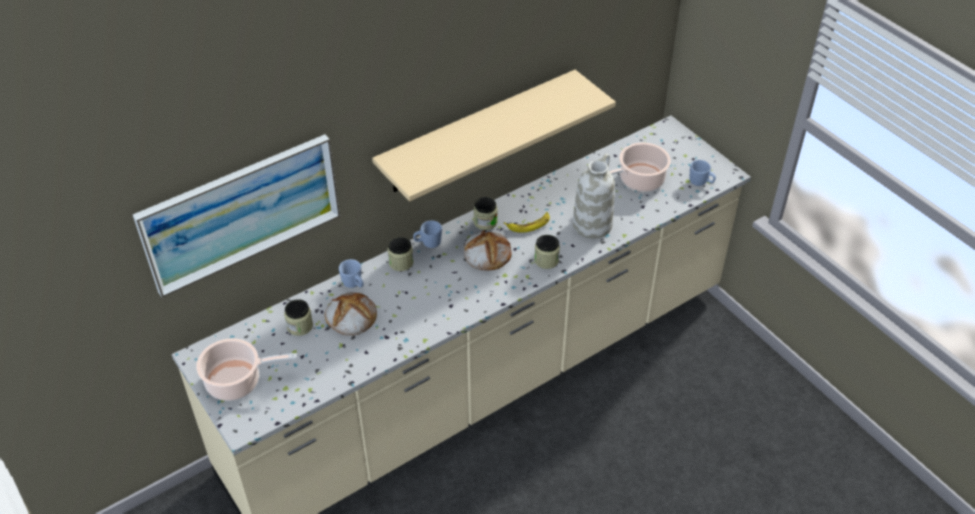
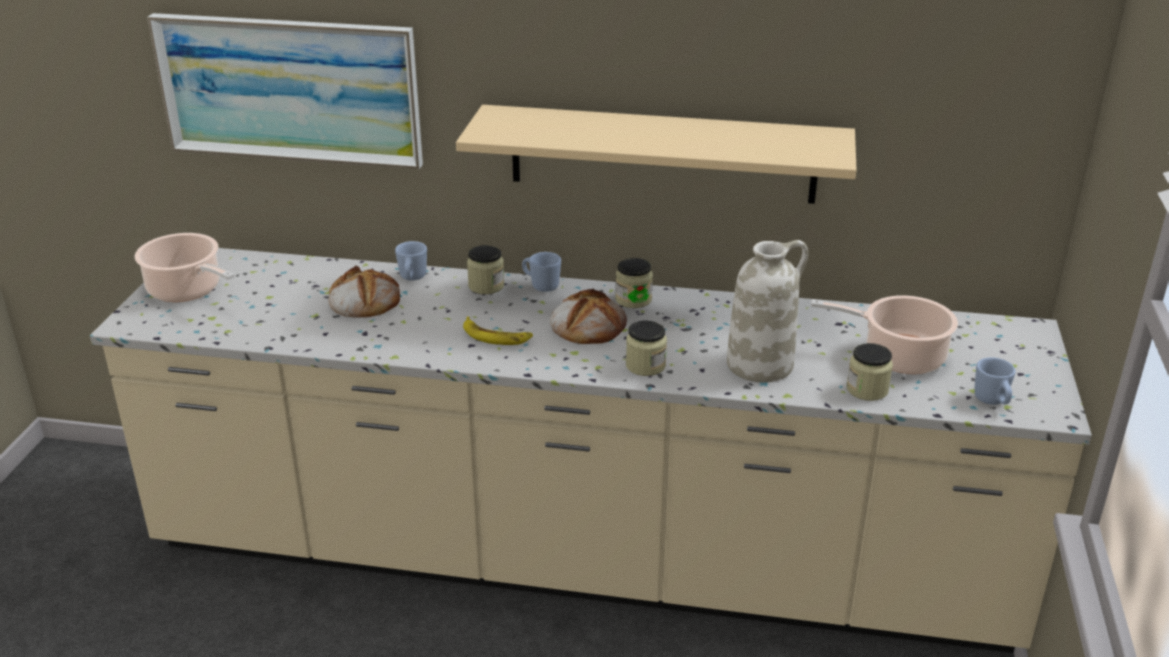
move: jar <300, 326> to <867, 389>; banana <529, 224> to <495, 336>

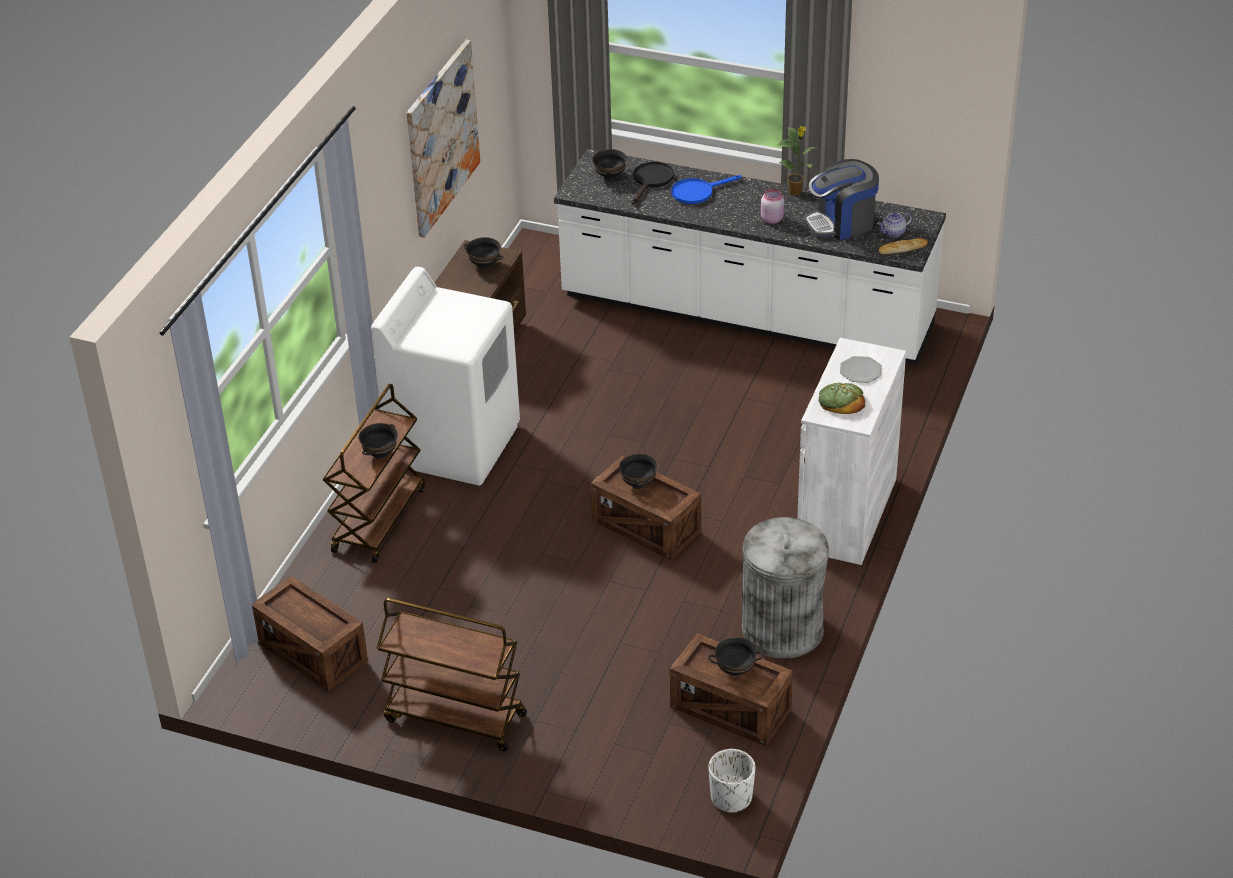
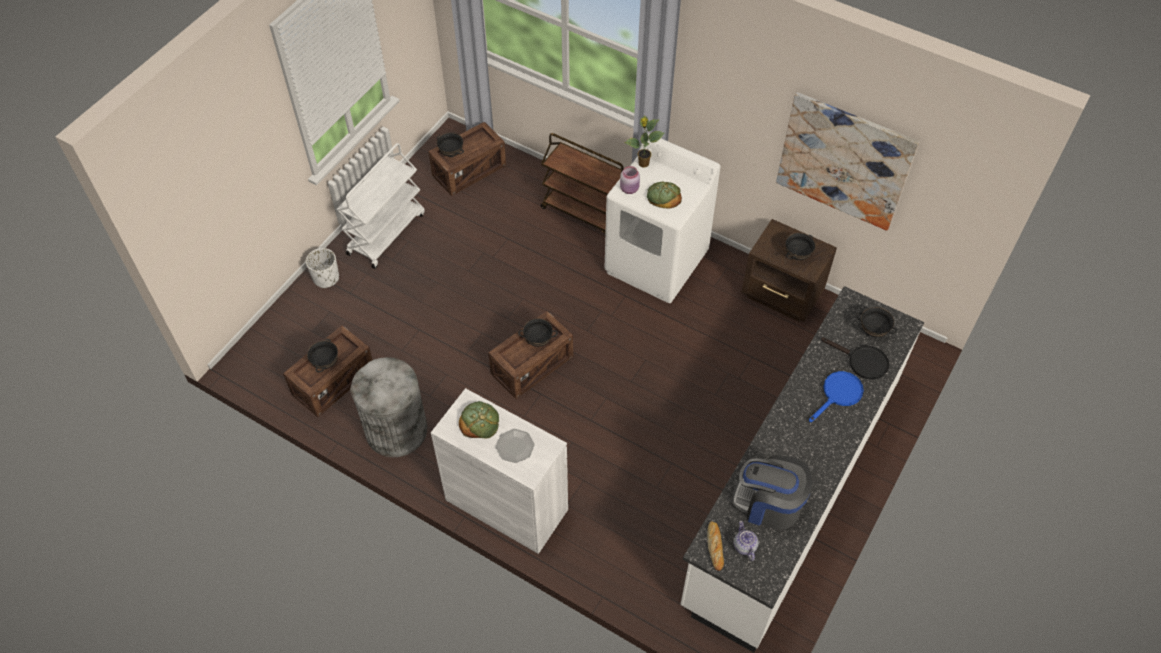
insert: bread <664, 196>
move: black bowl <380, 453> to <451, 153>; white planter <731, 797> to <326, 278>; pink jar <772, 219> to <630, 189>; potted plant <796, 192> to <643, 164>
recolor: brown cart <454, 717> to white cart <386, 233>
rotate: blue frying pan <697, 192> = <839, 394> 60 degrees clockwise; coffee machine <841, 223> = <768, 504> 60 degrees counterclockwise

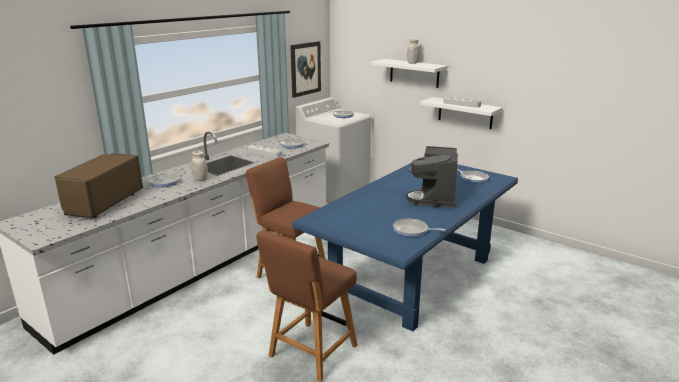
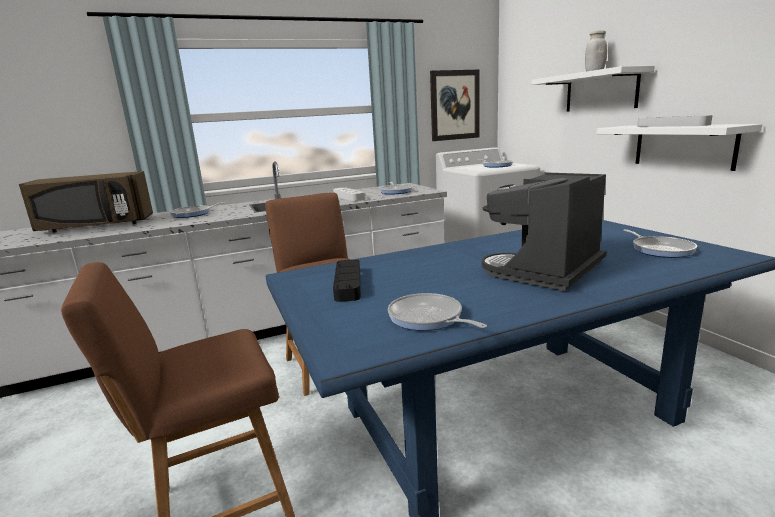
delete: white jar <200, 179>
insert: black tray <348, 284>
rotate: brown microwave <103, 203> = <96, 226> 150 degrees counterclockwise

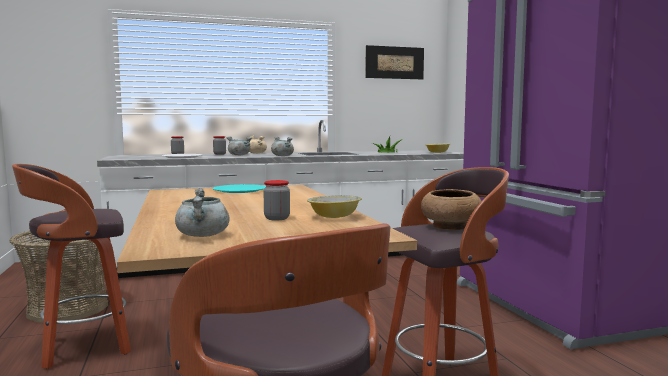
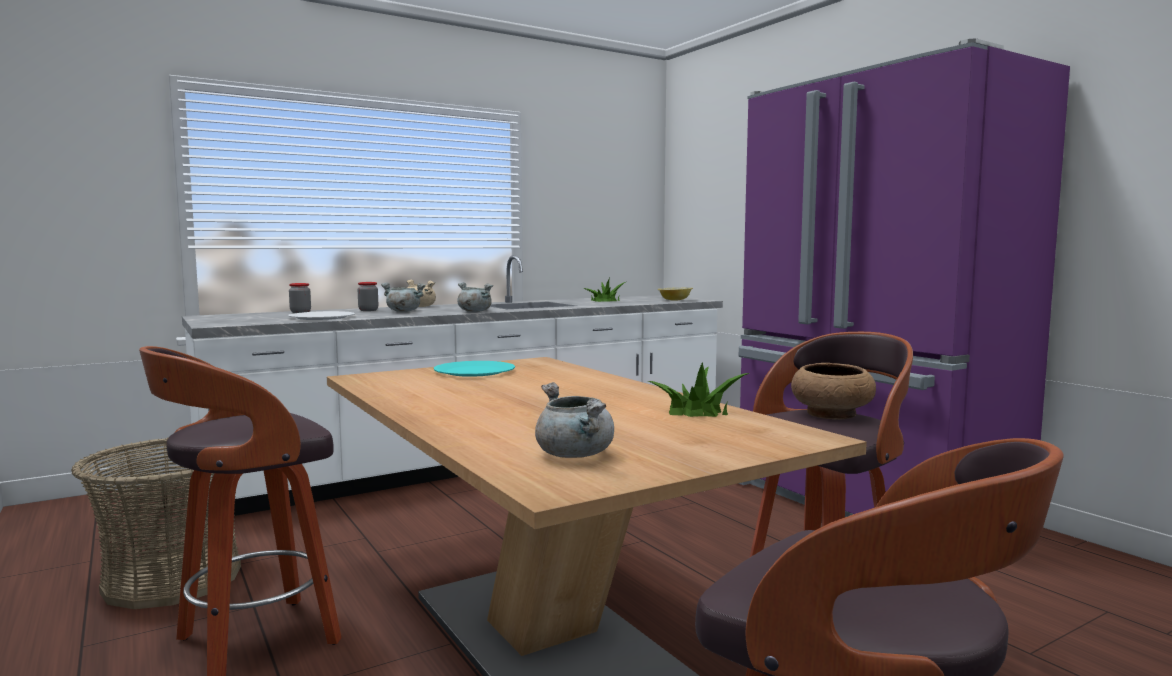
delete: jar <277, 218>; picture <394, 62>
replace: bowl <334, 217> to potted plant <696, 411>

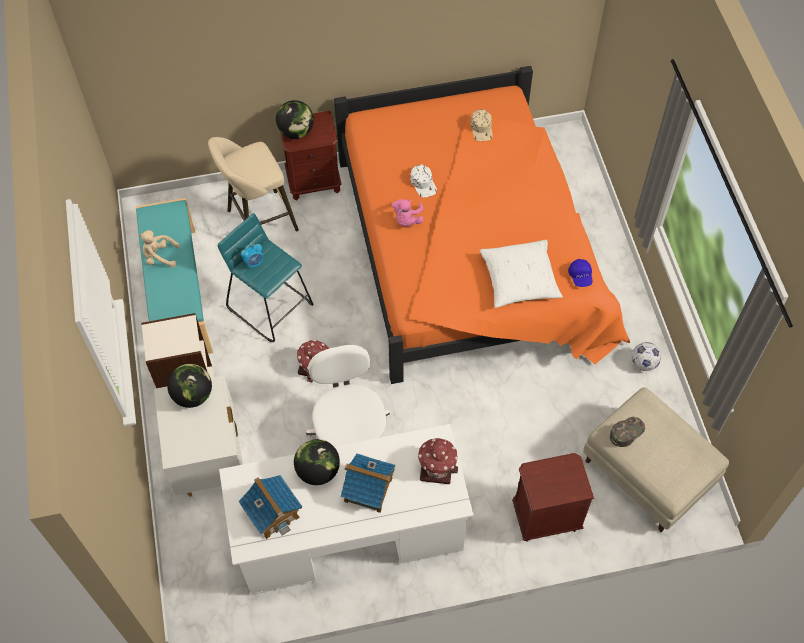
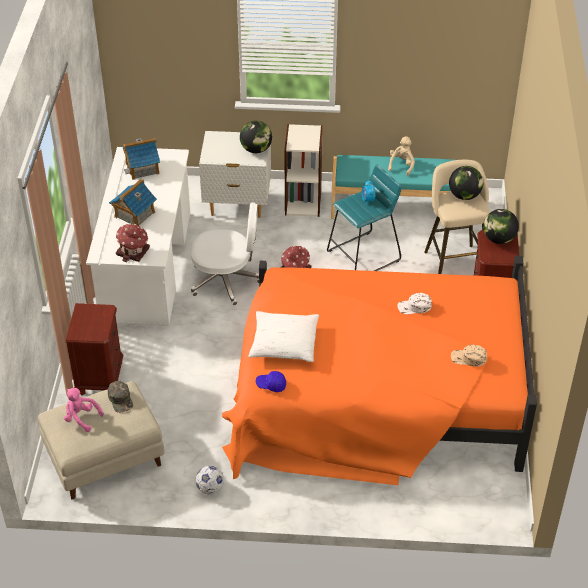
move: globe <318, 471> to <464, 196>; pink plush toy <407, 220> to <81, 418>

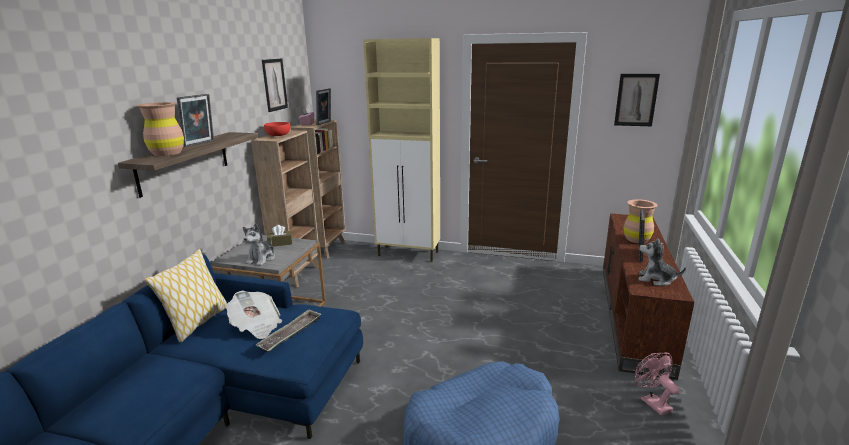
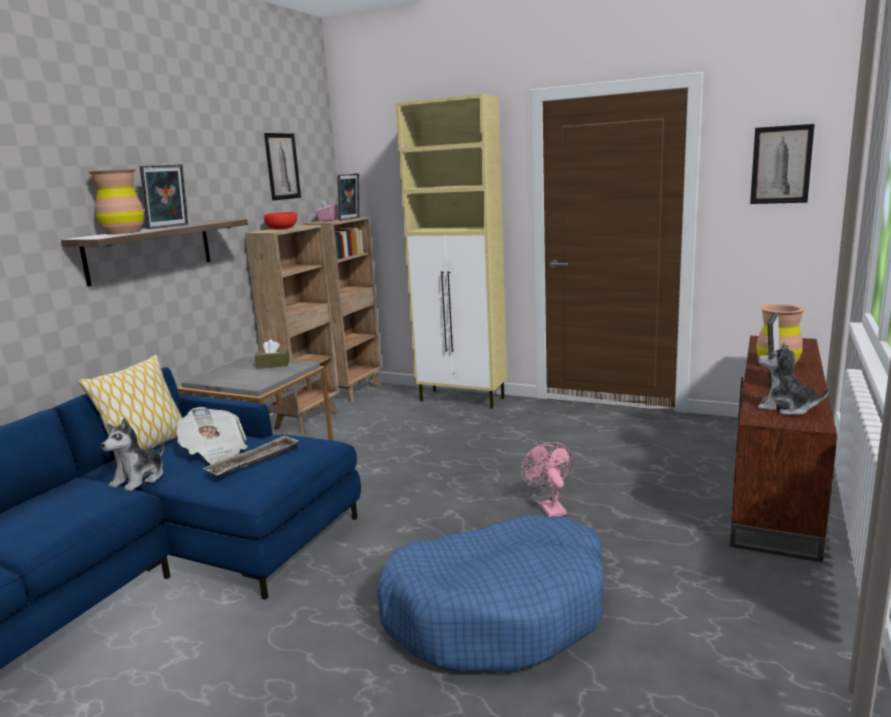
move: plush toy <261, 259> to <140, 479>; pink fan <652, 402> to <549, 507>

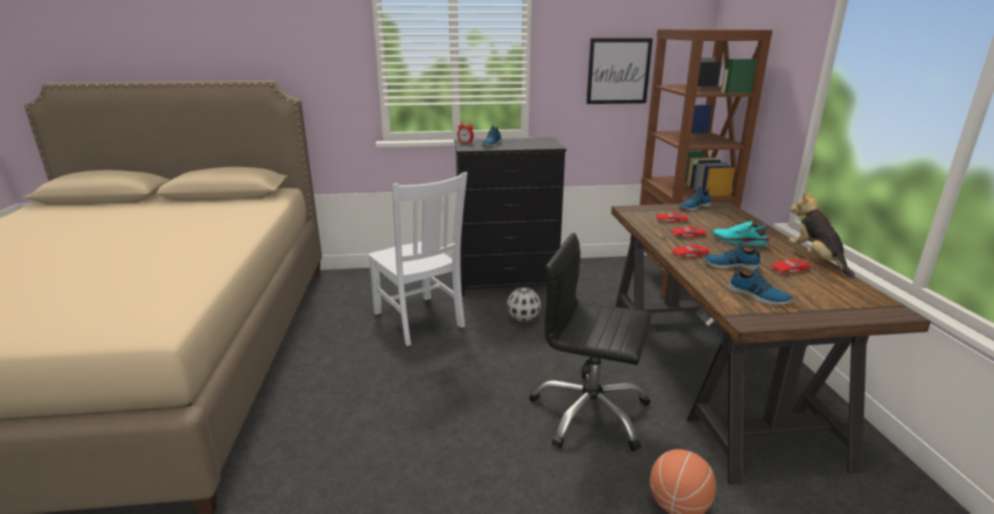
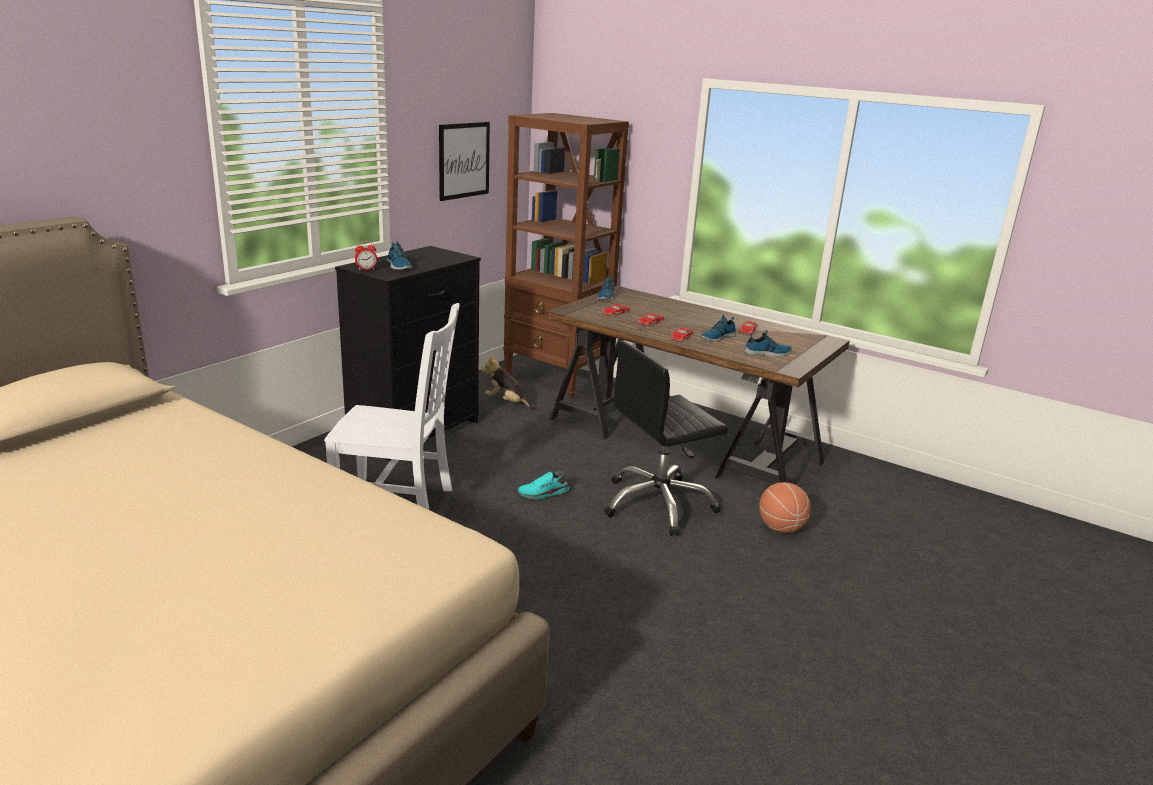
delete: football <524, 319>
move: turquoise shoe <739, 242> to <543, 494>; plush toy <816, 260> to <507, 403>

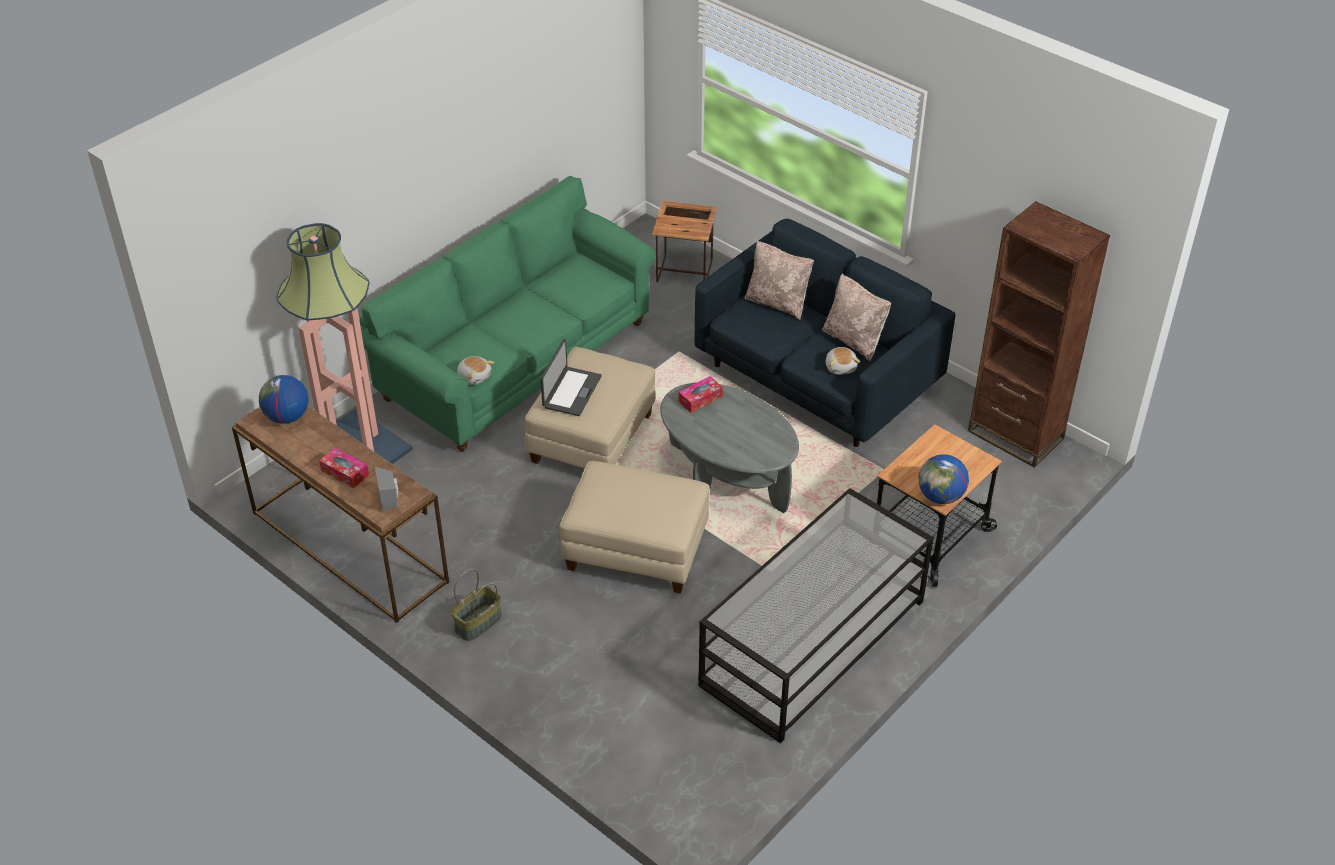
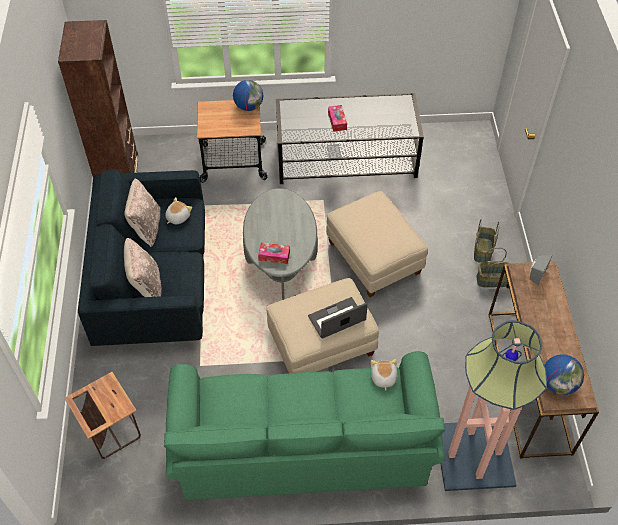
insert: basket <483, 251>
move: tissue box <345, 473> to <337, 121>

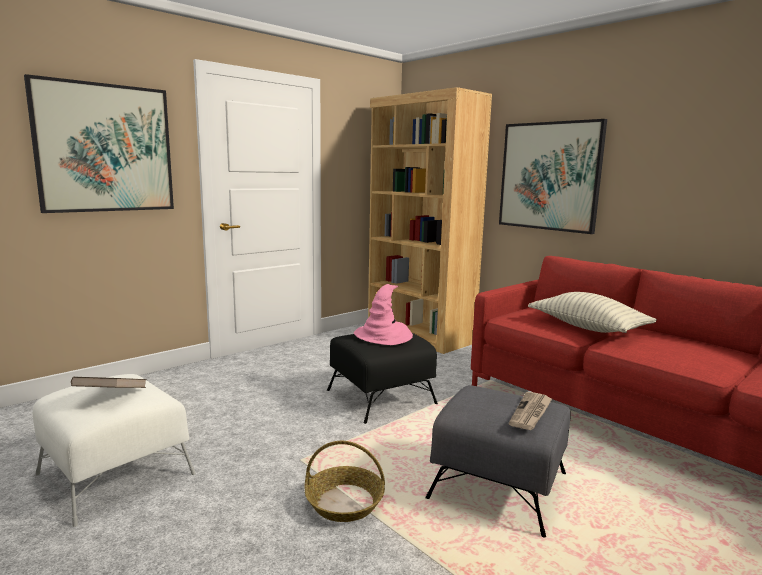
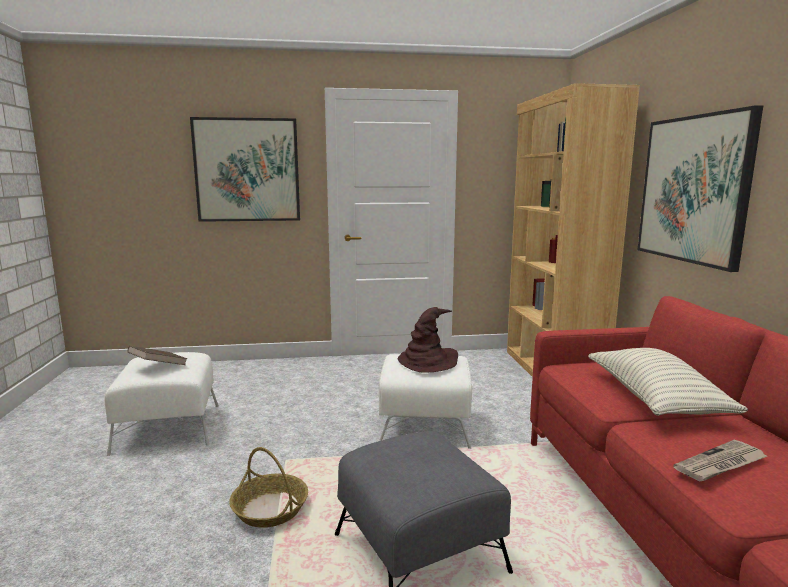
move: newspaper <531, 413> to <720, 464>
recolor: black ottoman <381, 397> to white ottoman <425, 426>; pink hat <383, 335> to brown hat <428, 361>

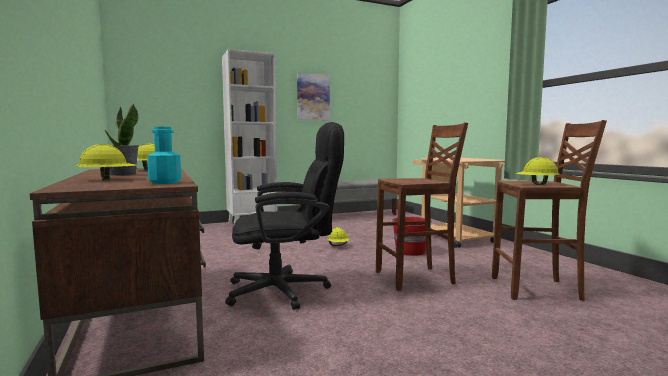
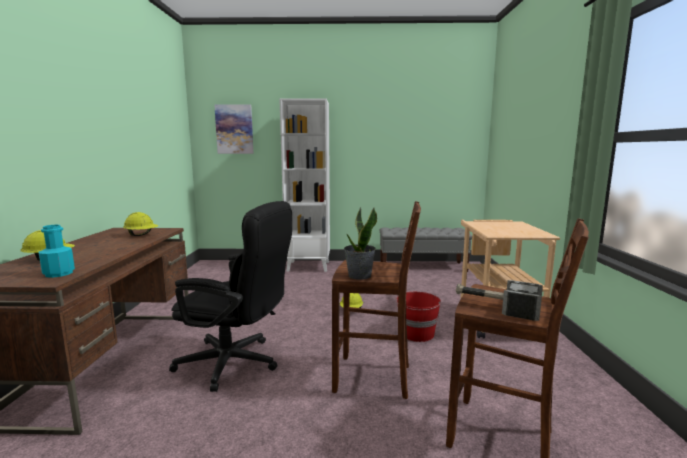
move: potted plant <122, 174> to <359, 276>; picture <313, 97> to <234, 129>
replace: yellow hard hat <536, 184> to hammer <495, 307>

